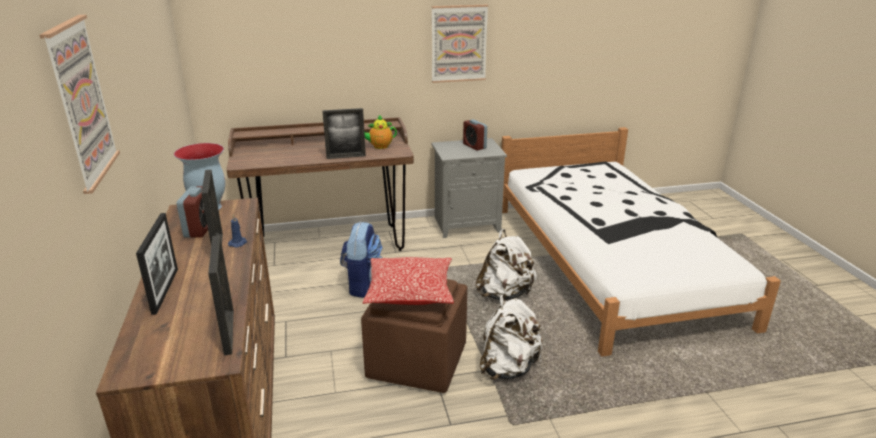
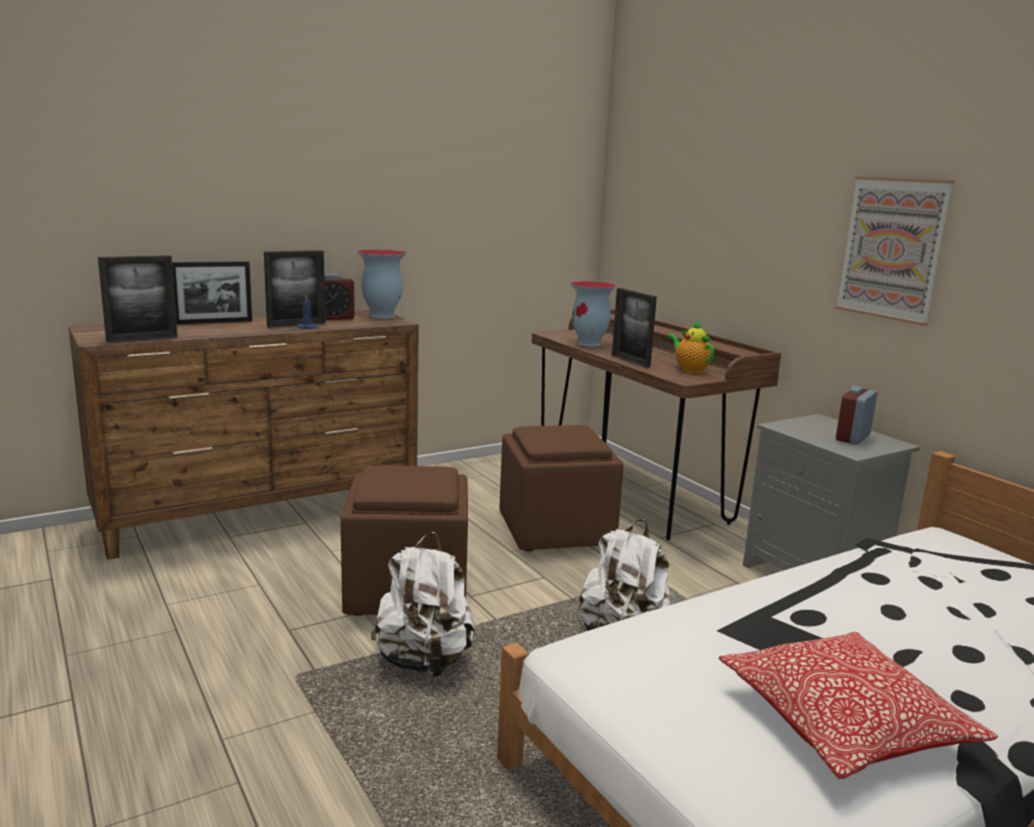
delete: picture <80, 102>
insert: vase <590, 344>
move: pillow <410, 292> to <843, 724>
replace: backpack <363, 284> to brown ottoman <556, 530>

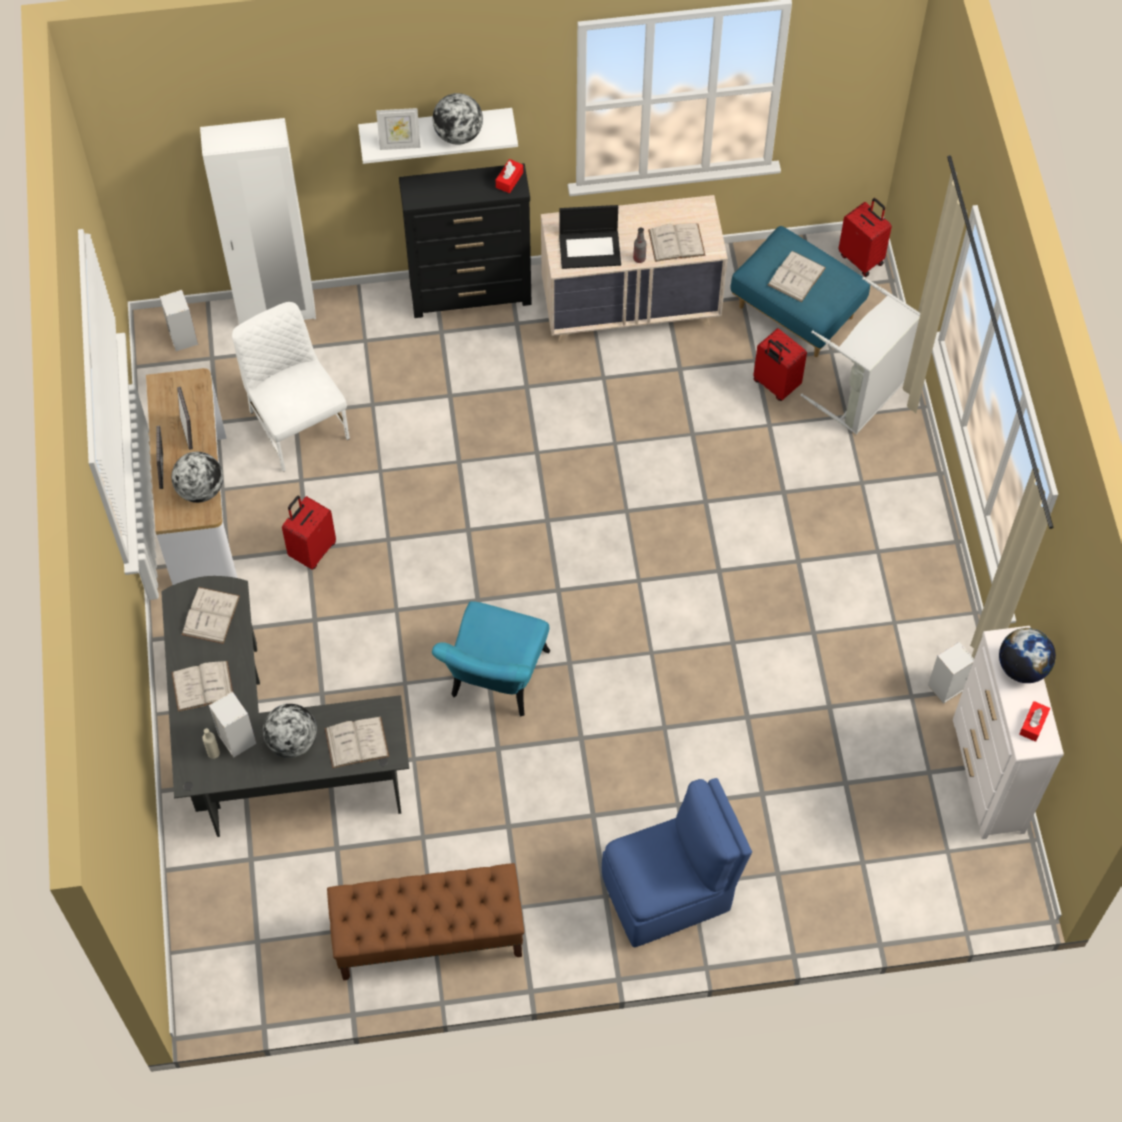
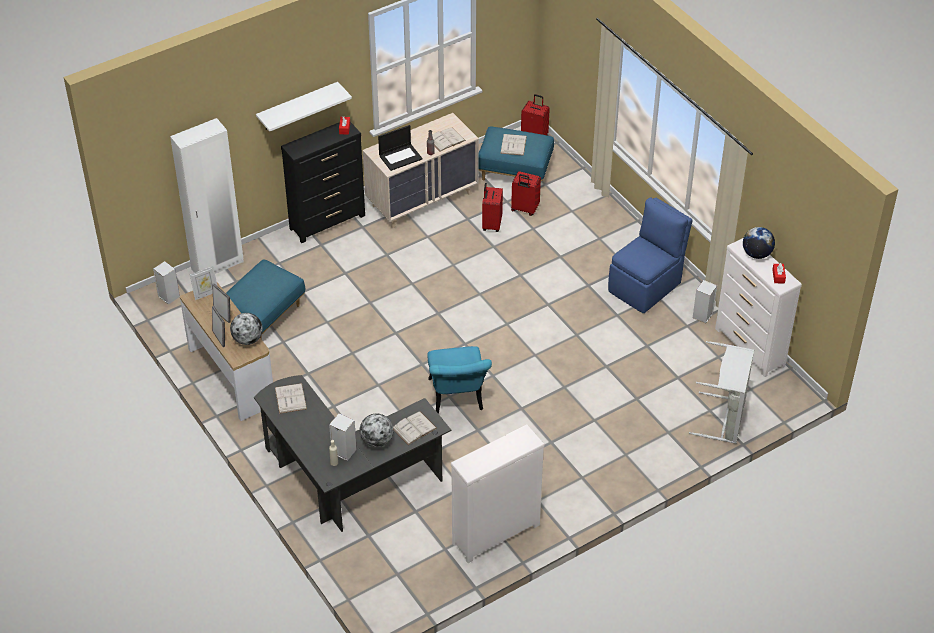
delete: white book <202, 686>; globe <458, 135>
move: red suitcase <312, 550> to <491, 224>; picture frame <400, 145> to <205, 294>; blue chair <669, 892> to <646, 286>; grey laundry basket <862, 394> to <724, 419>
replace: white chair <297, 424> to blue ottoman <264, 316>; brown bench <428, 937> to white dresser <495, 534>

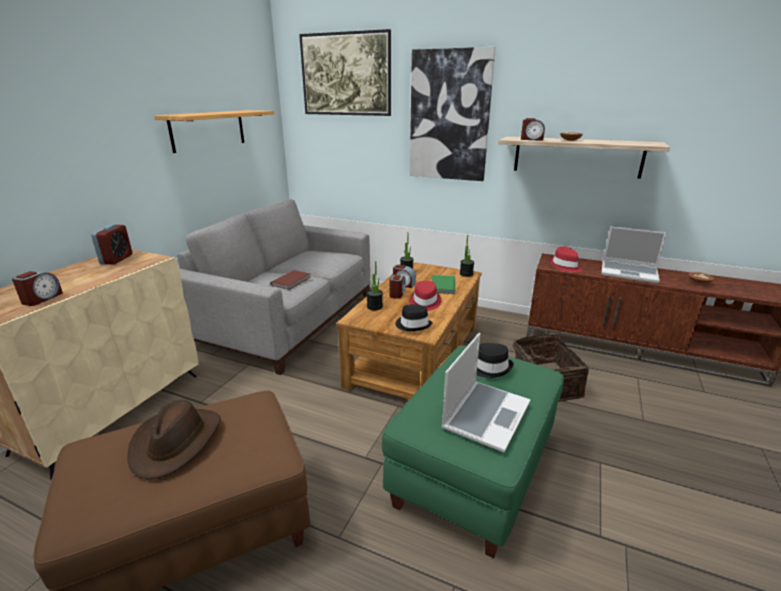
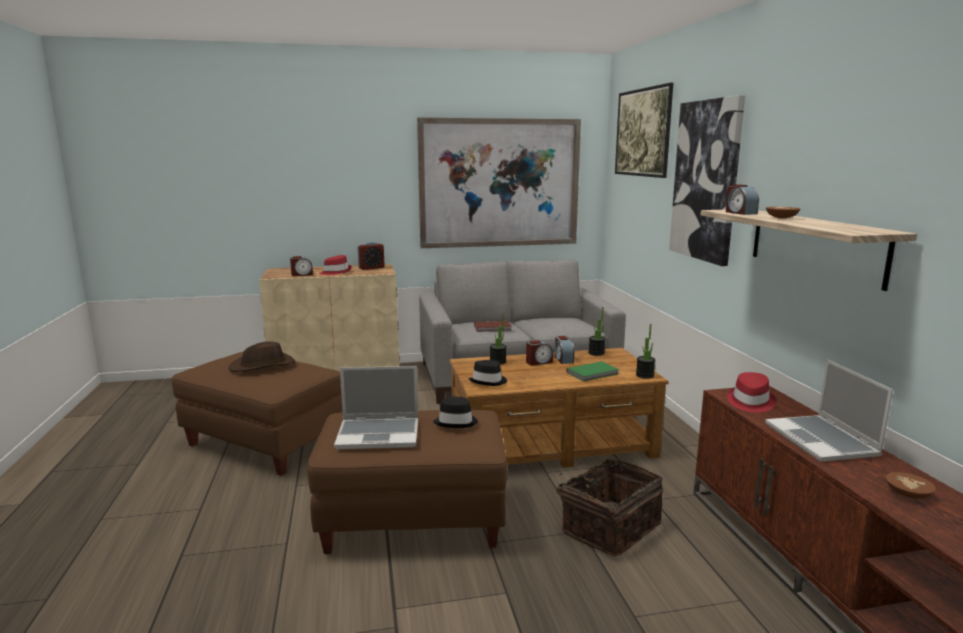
move: red hat <424, 302> to <335, 272>
replace: shelf <208, 130> to picture <499, 183>
recolor: green ottoman <472, 471> to brown ottoman <413, 519>

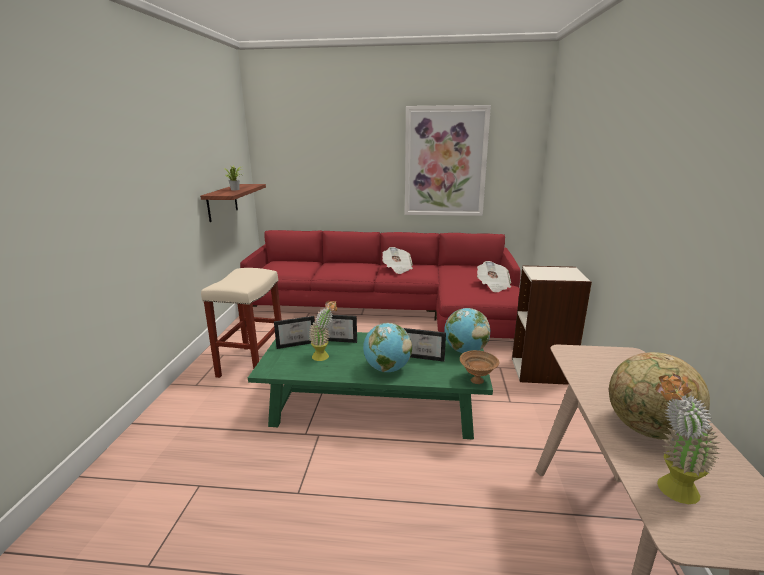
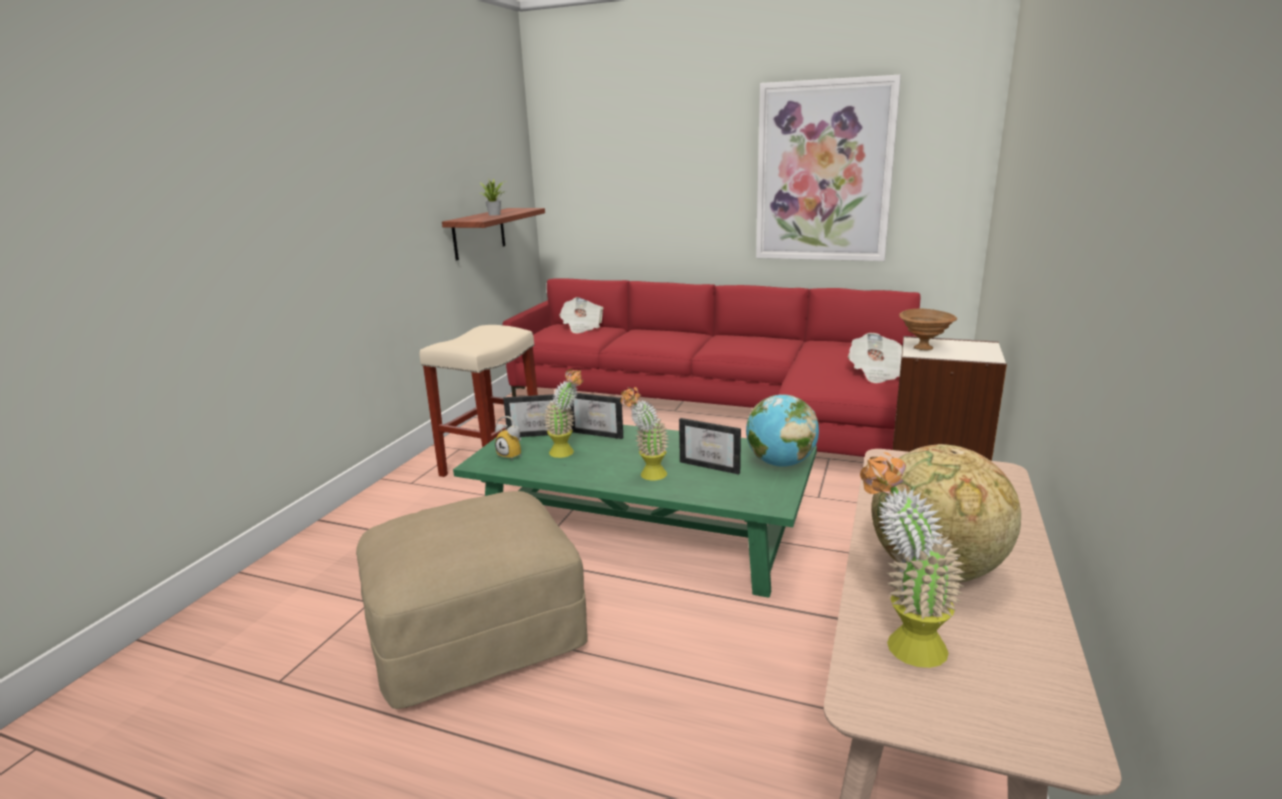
insert: beige ottoman <477, 637>; alarm clock <513, 455>
move: newspaper <397, 268> to <582, 327>; brown bowl <477, 380> to <924, 348>
replace: globe <387, 369> to potted plant <647, 476>

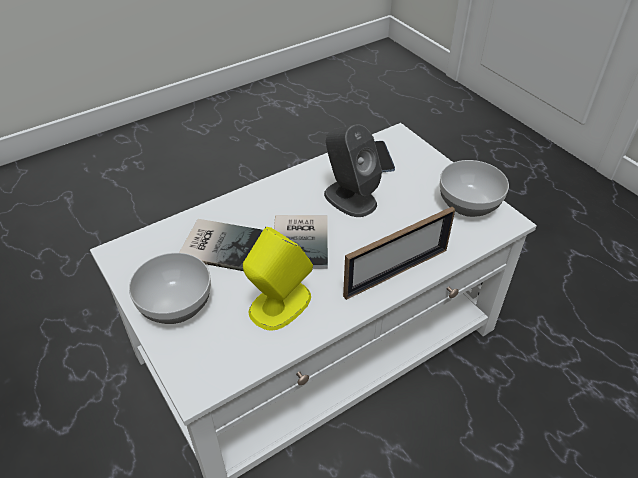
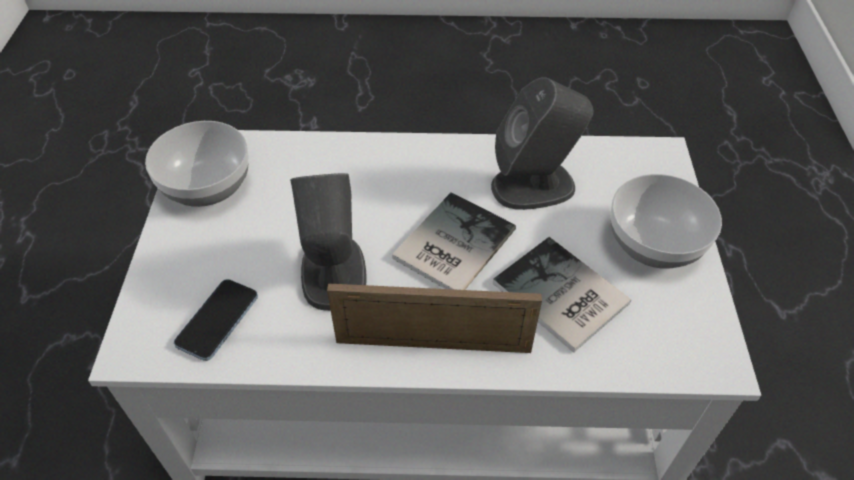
move: picture frame <396, 272> to <433, 344>
recolor: yellow speaker <279, 305> to grey speaker <534, 186>

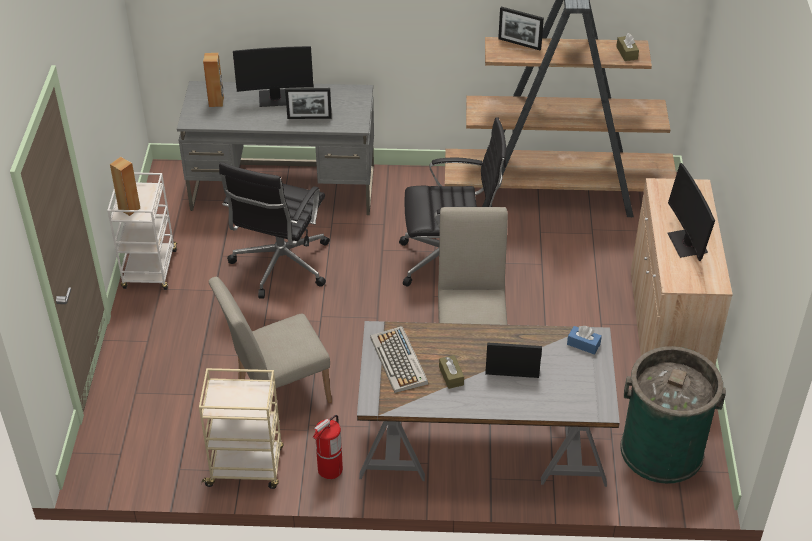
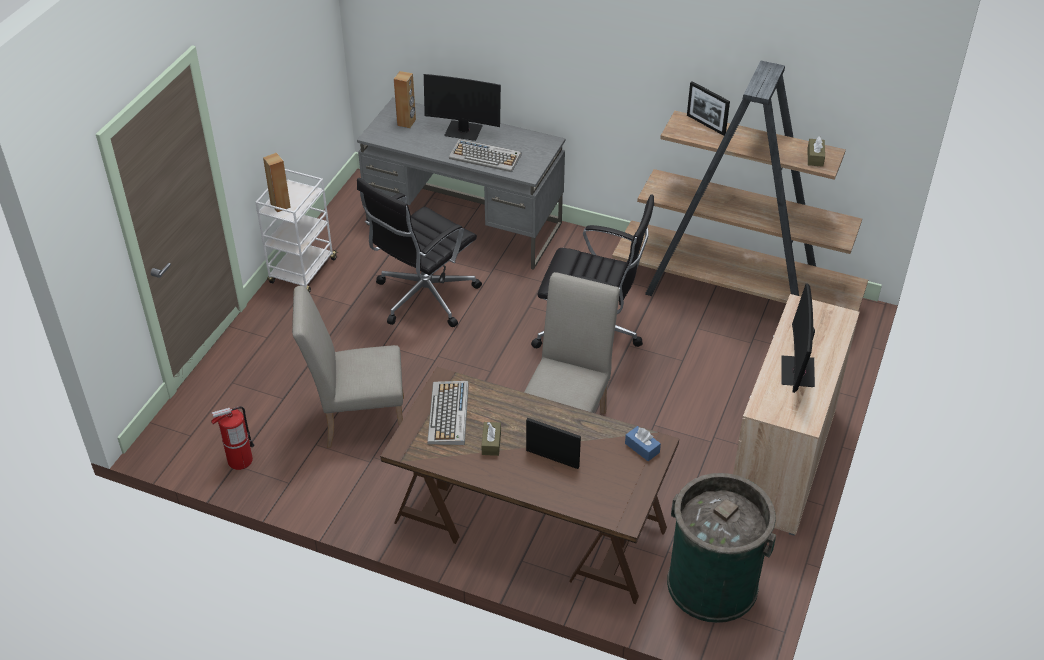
delete: beige cart <246, 467>
move: fire extinguisher <330, 469> to <239, 460>
replace: picture frame <309, 118> to keyboard <486, 157>
recolor: grey desk <482, 446> to brown desk <529, 526>

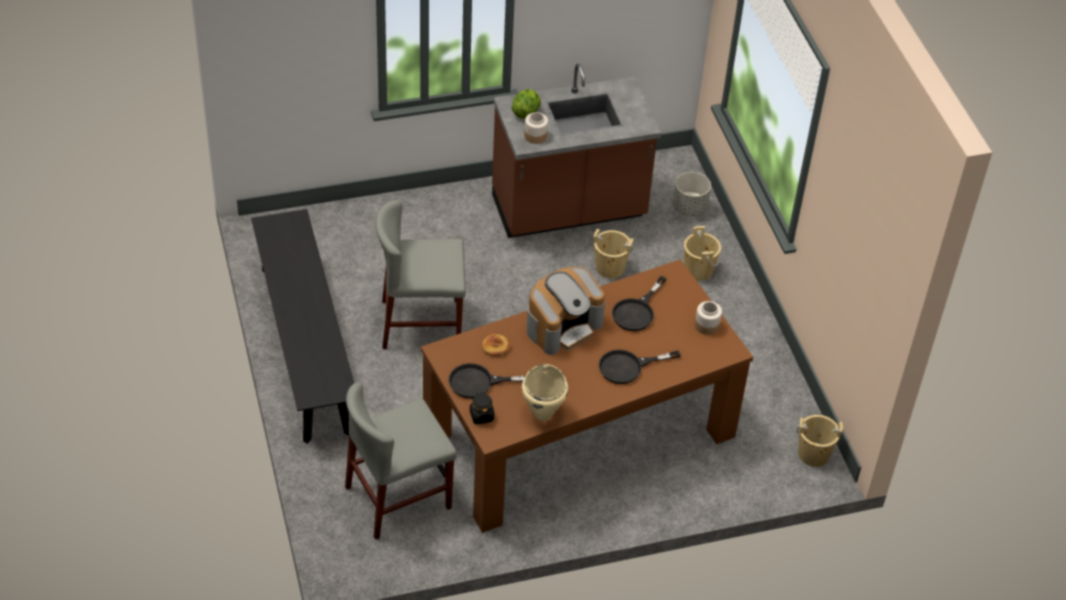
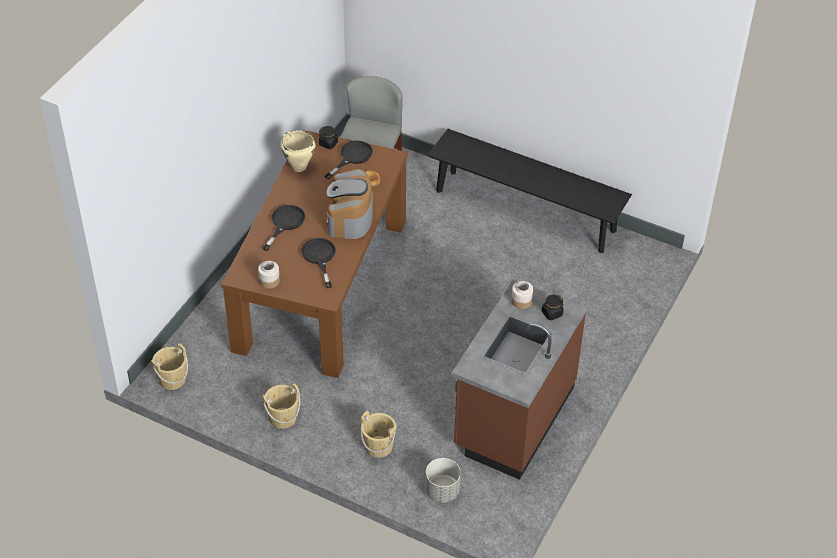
delete: grey chair <421, 323>
move: beige bucket <610, 267> to <283, 418>
replace: lettuce <526, 112> to black jar <551, 313>

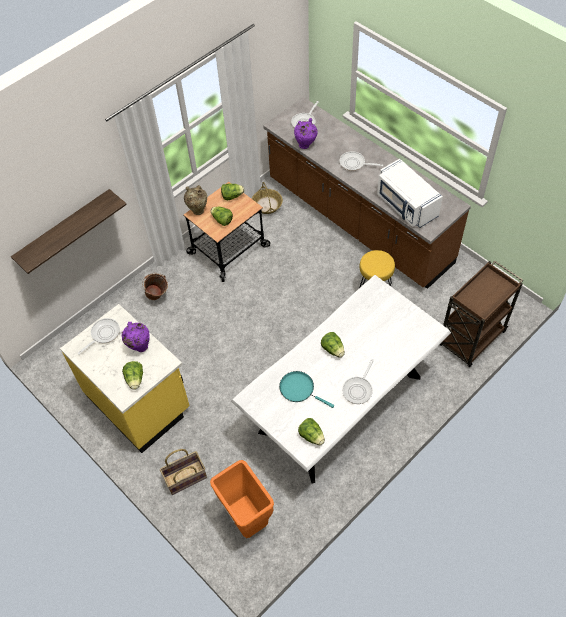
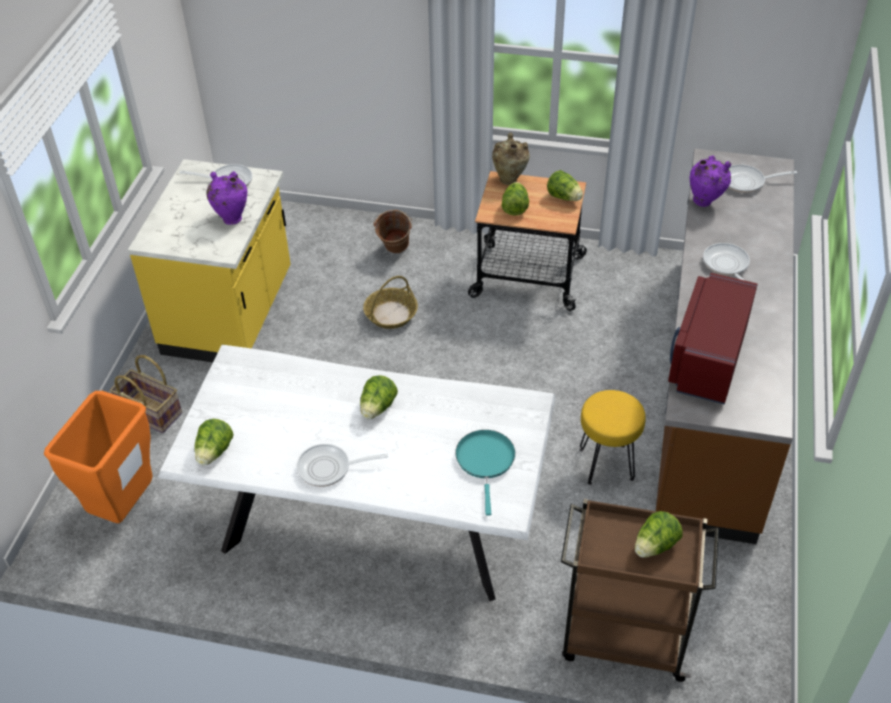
delete: shelf <64, 230>
move: lettuce <135, 379> to <655, 546>; basket <267, 204> to <391, 314>; turquoise frying pan <299, 389> to <485, 461>
recolor: white microwave <405, 205> to red microwave <707, 358>

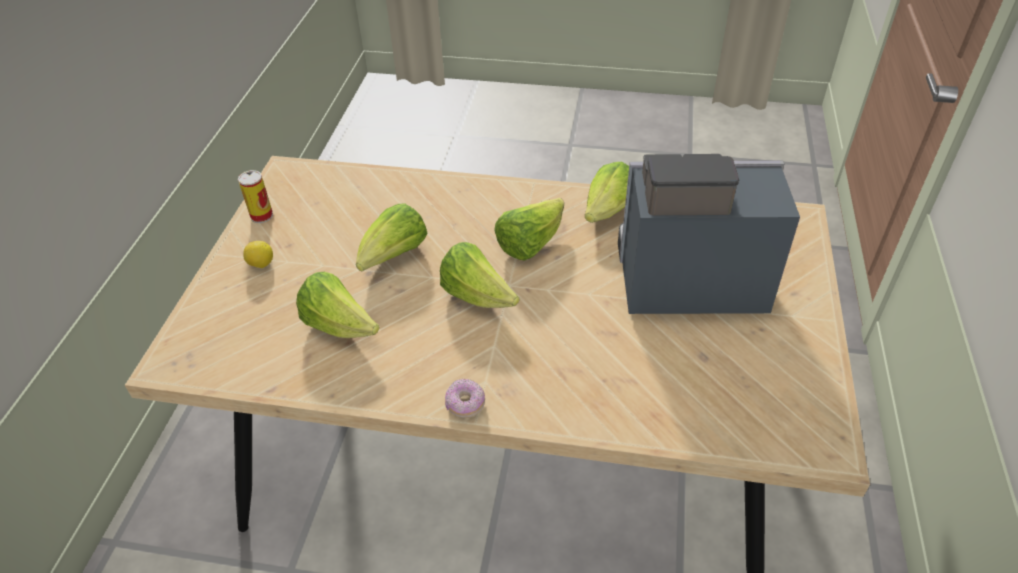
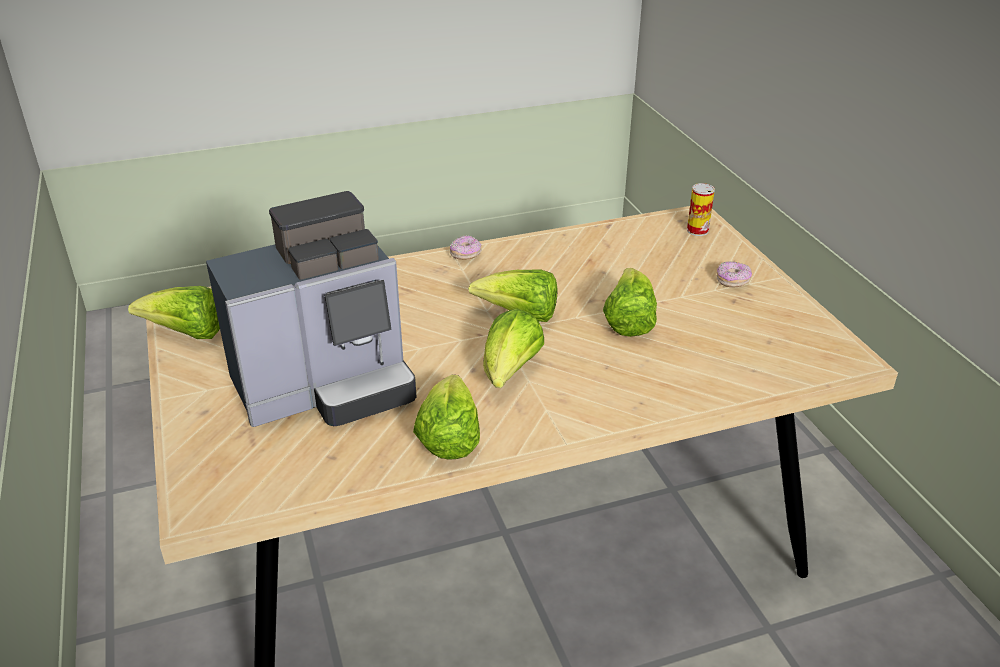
move: can <261, 216> to <697, 230>; lettuce <339, 326> to <187, 334>
replace: lemon <261, 264> to donut <732, 281>

